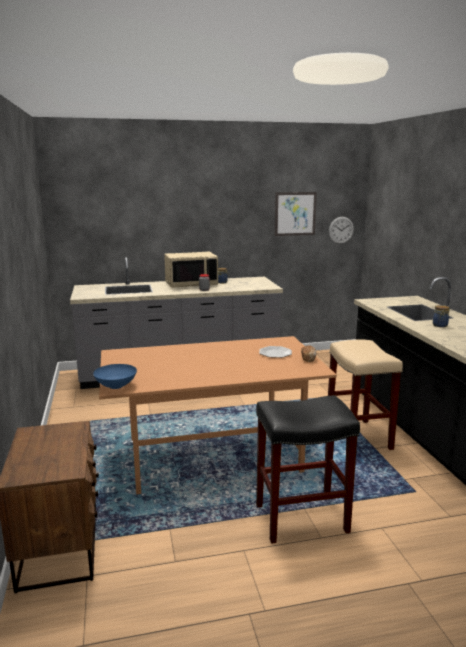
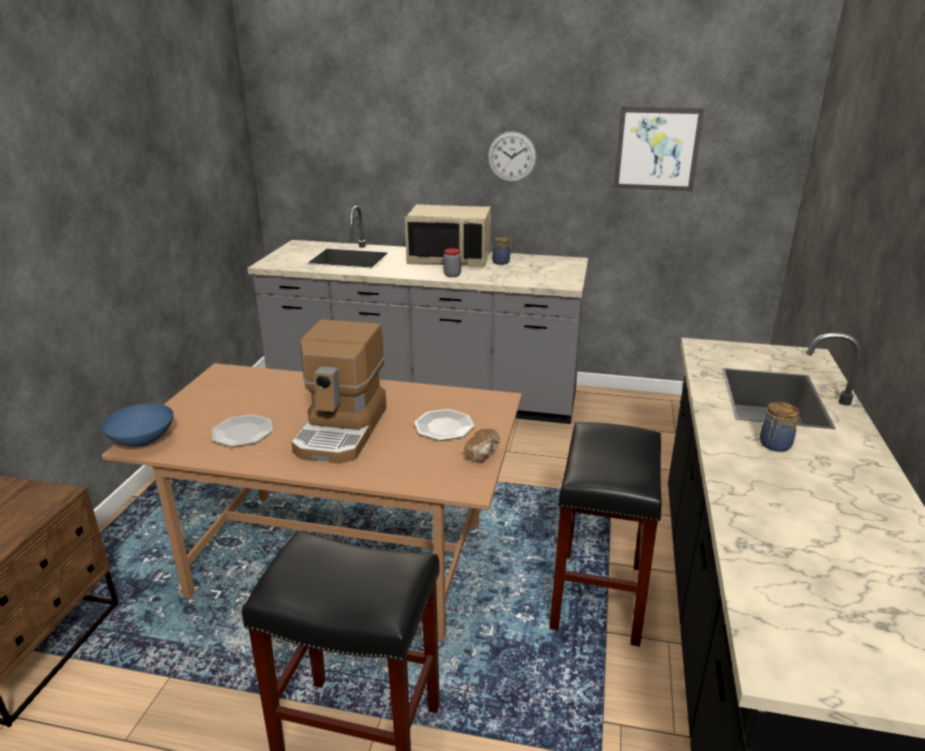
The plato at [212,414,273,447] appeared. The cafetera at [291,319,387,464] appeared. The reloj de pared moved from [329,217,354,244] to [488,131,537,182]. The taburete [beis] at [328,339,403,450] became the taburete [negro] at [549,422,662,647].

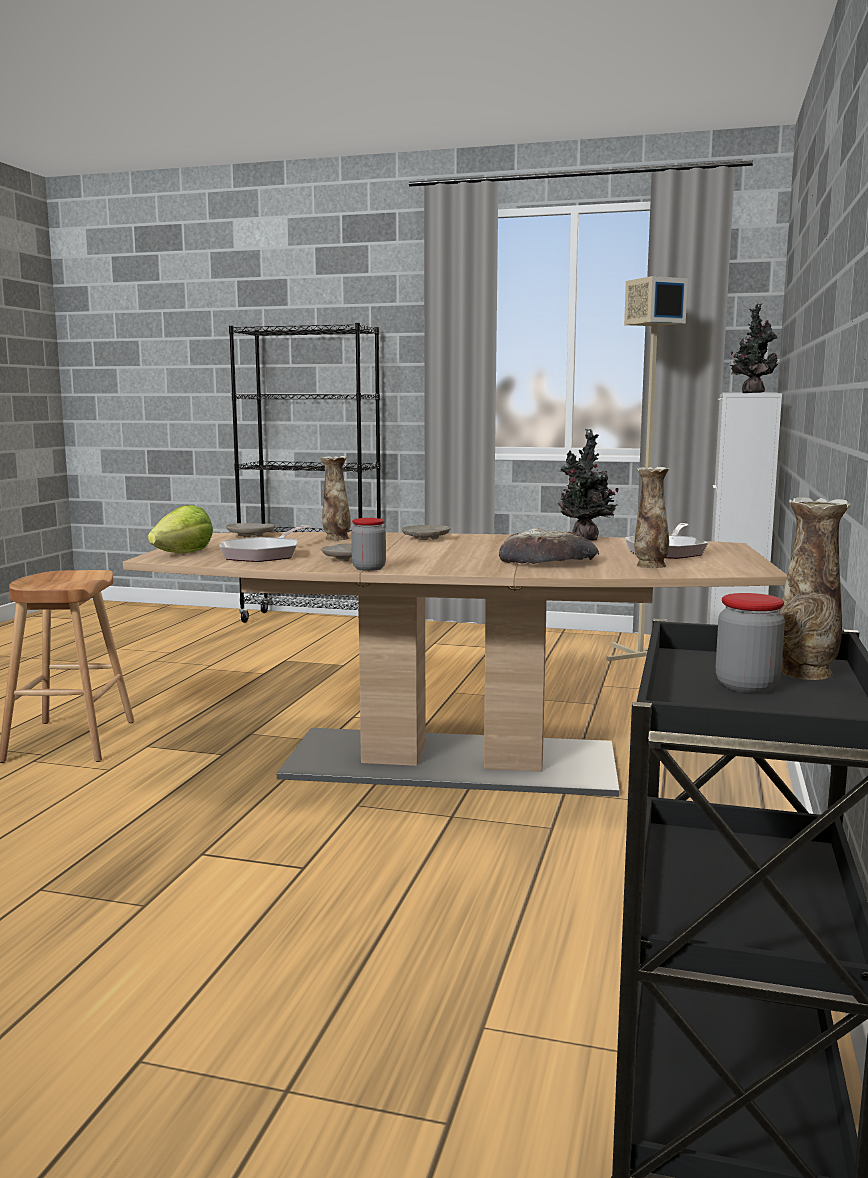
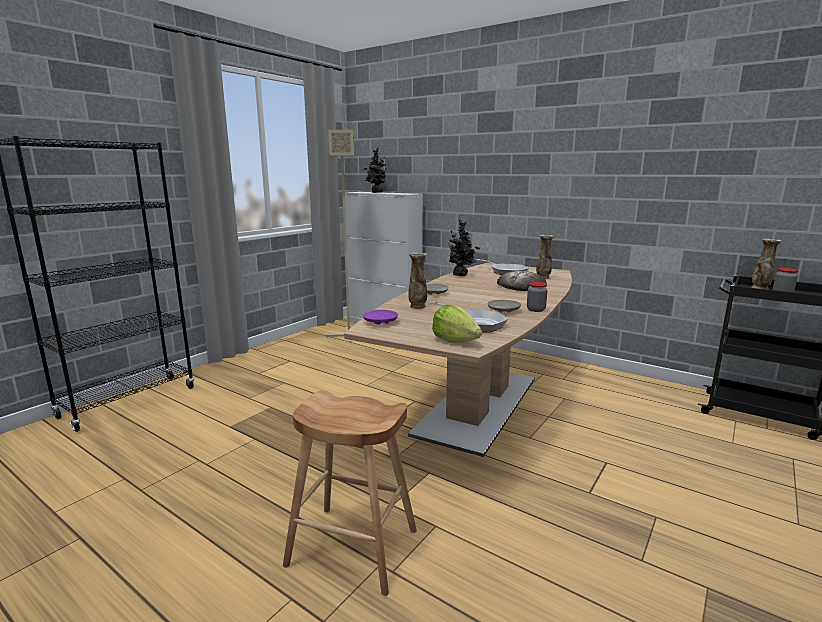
The plato [beis] at [226,523,274,537] became the plato [morado] at [363,310,398,324].

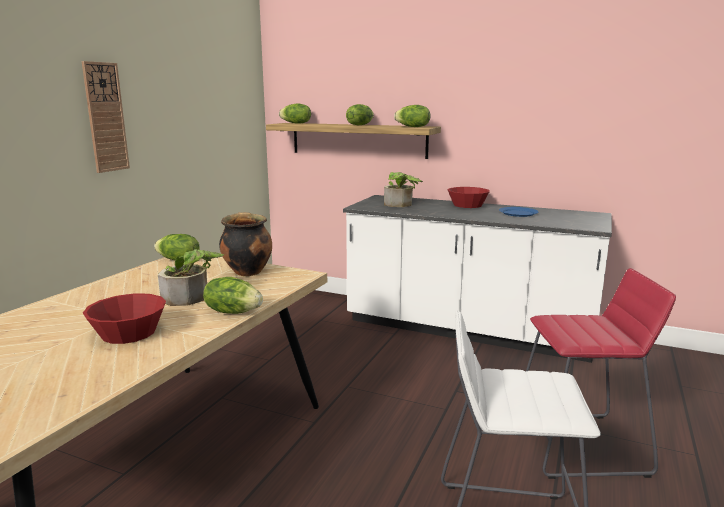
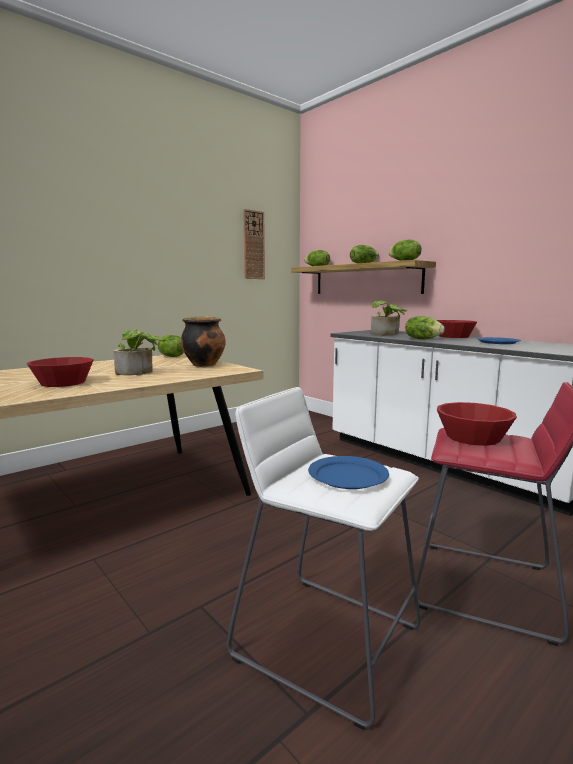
The plato [azul] at [308,456,389,489] appeared. The cuenco [rojo] at [437,402,517,446] appeared. The reloj de pared moved from [82,61,130,173] to [243,209,265,279]. The lechuga moved from [203,277,263,314] to [405,316,445,339].

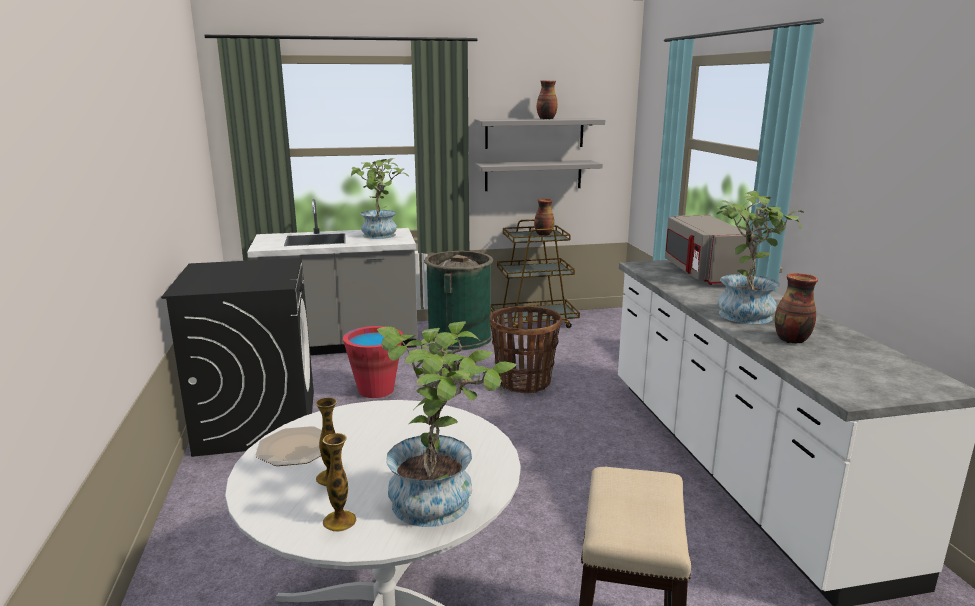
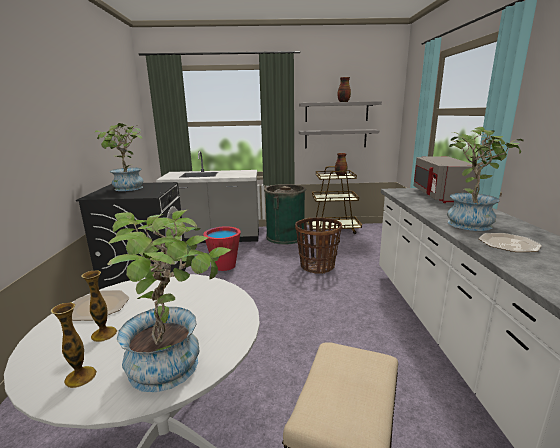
The planta en maceta moved from [351,158,409,239] to [95,123,143,191]. The florero at [775,273,818,344] was replaced by the plato at [478,233,542,252].

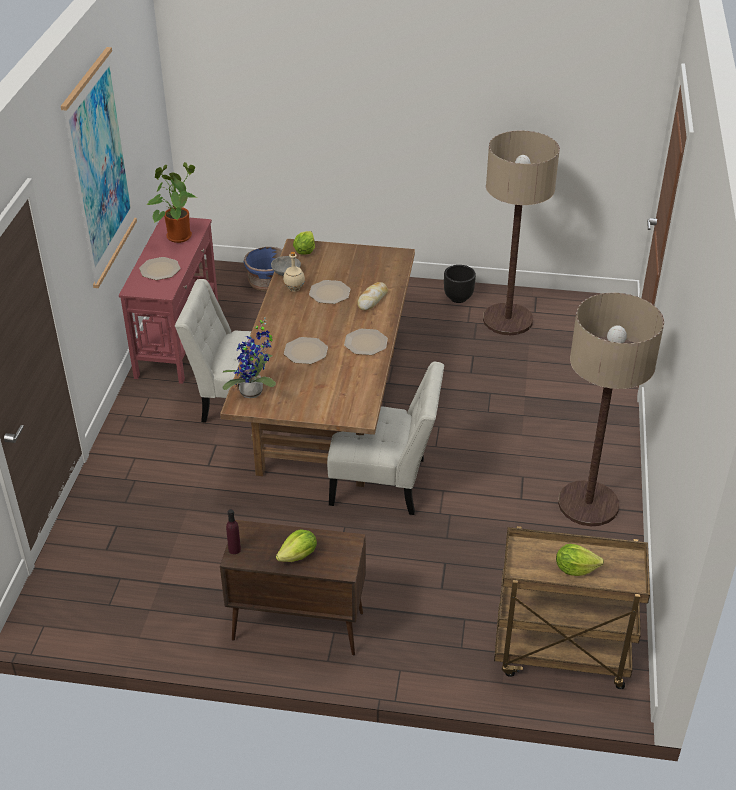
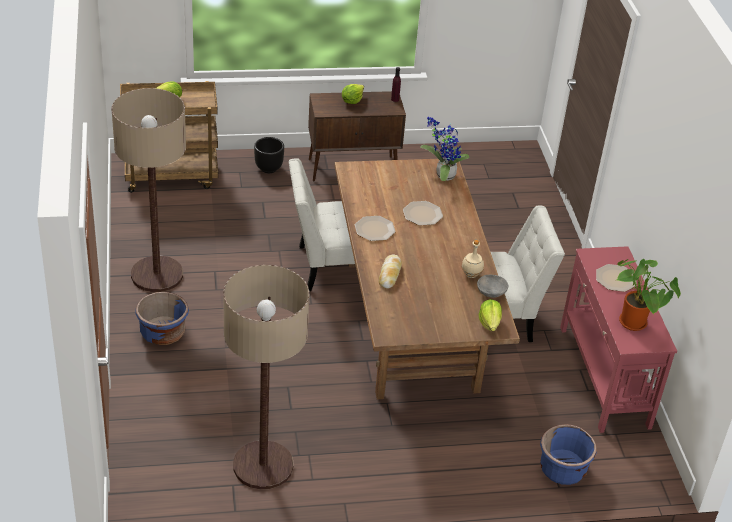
The cuadro at [61,47,137,288] disappeared. The plato at [309,280,350,304] disappeared. The maceta [azul] at [136,292,189,345] appeared. The maceta [negro] moved from [444,265,476,303] to [254,137,284,173].

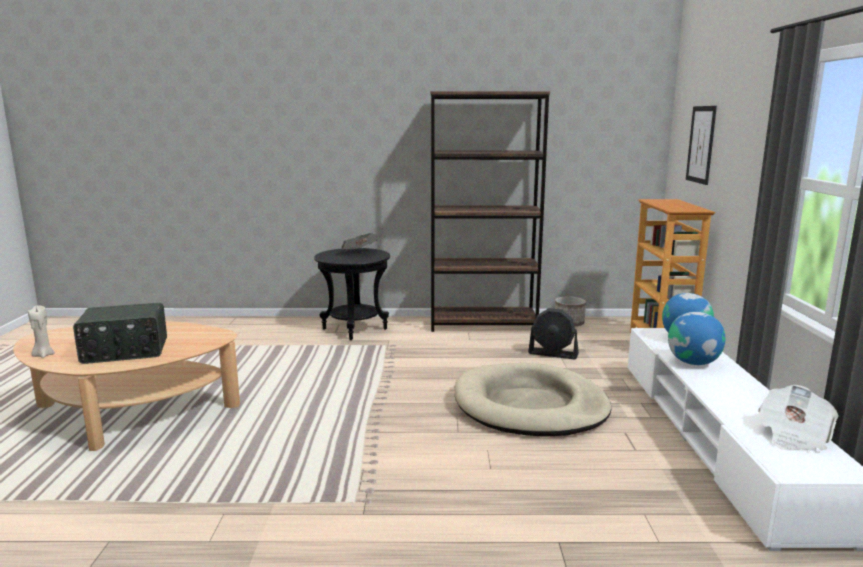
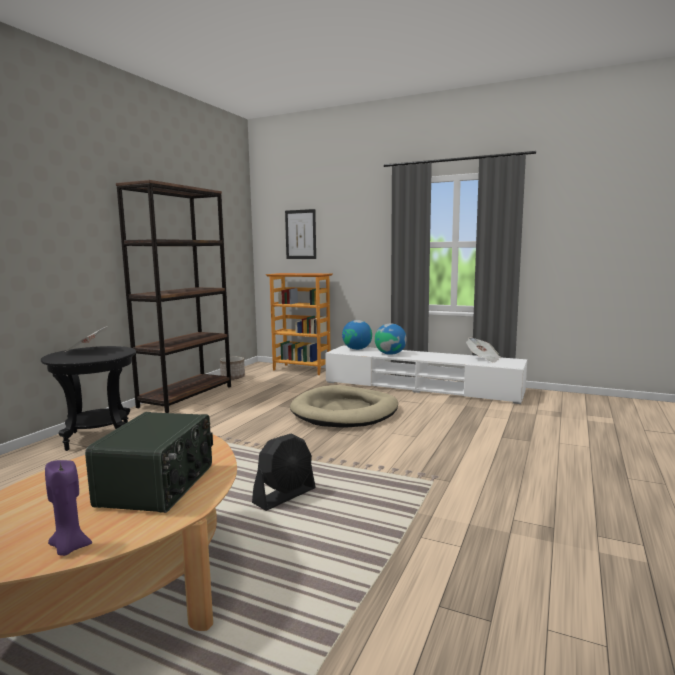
The ventilador [negro] moved from [528,308,579,359] to [252,433,315,511]. The vela [beis] at [28,305,55,358] became the vela [morado] at [45,460,92,556].

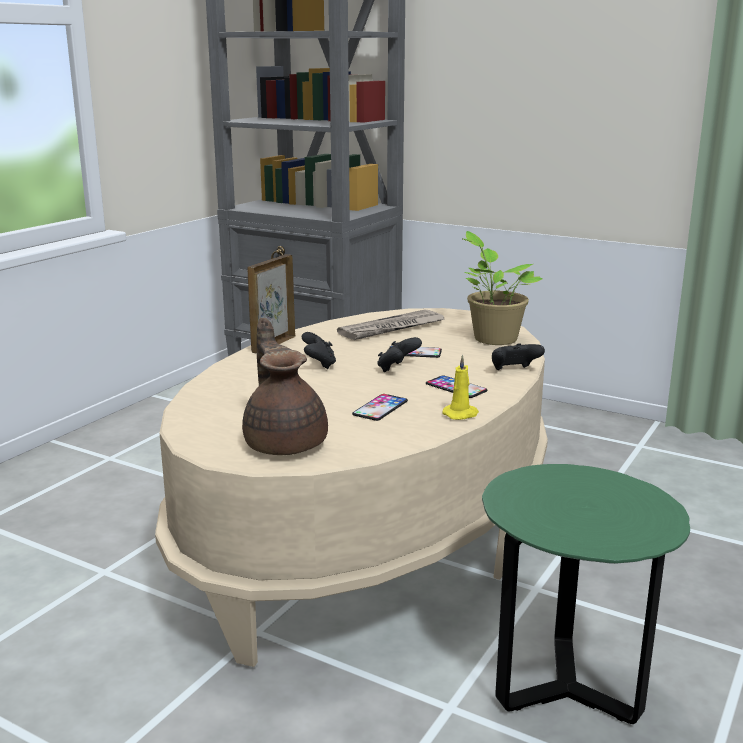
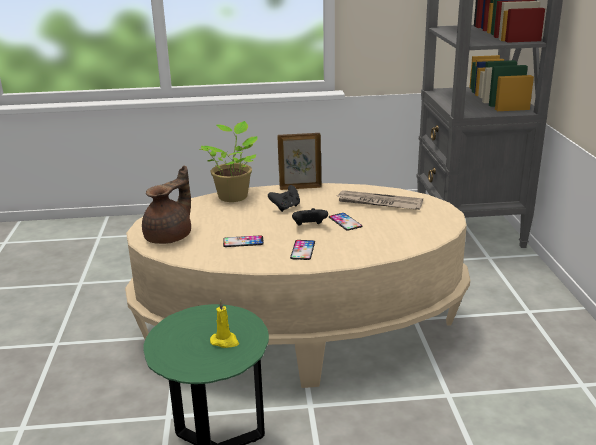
The mando de consola [negro] at [492,343,545,370] disappeared. The vela [amarillo] moved from [442,355,479,420] to [210,300,239,348]. The planta en maceta moved from [462,231,543,345] to [199,121,258,202].

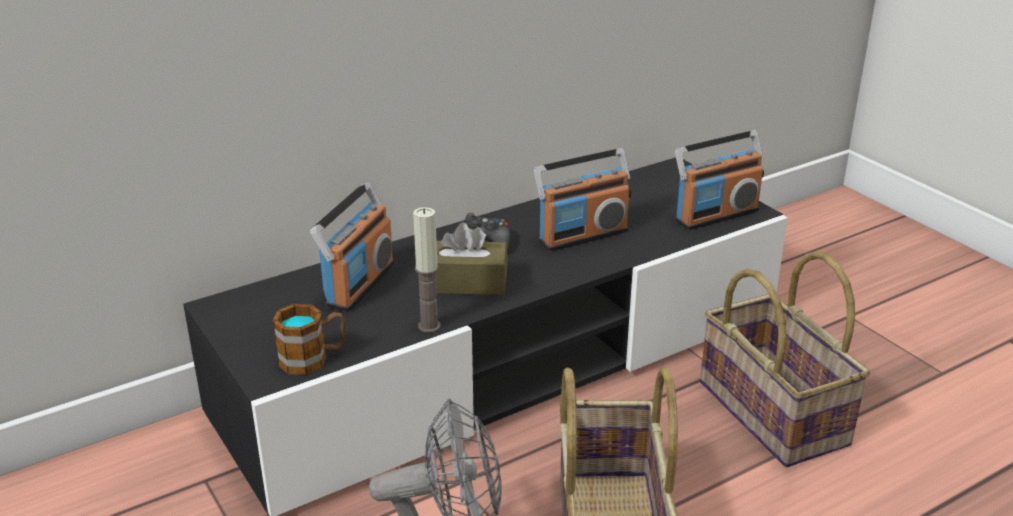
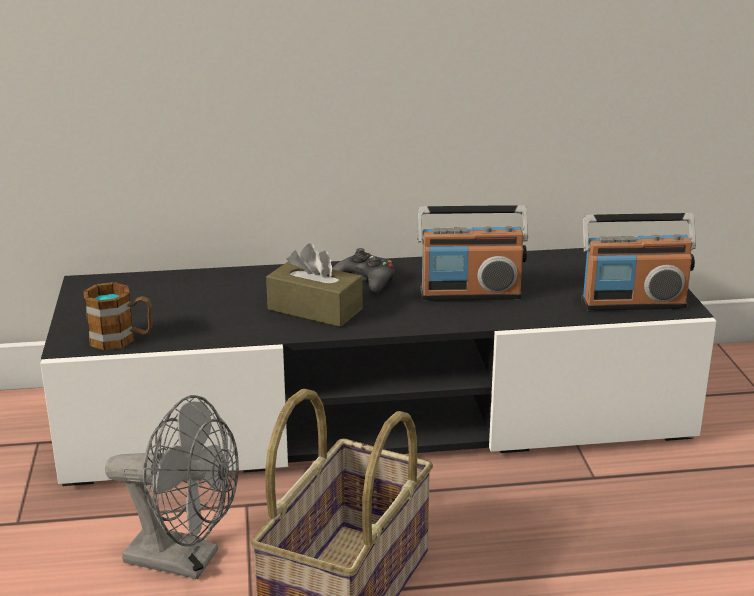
The radio at [310,182,394,312] disappeared. The vela at [413,207,441,333] disappeared. The cesta at [700,251,870,467] disappeared.

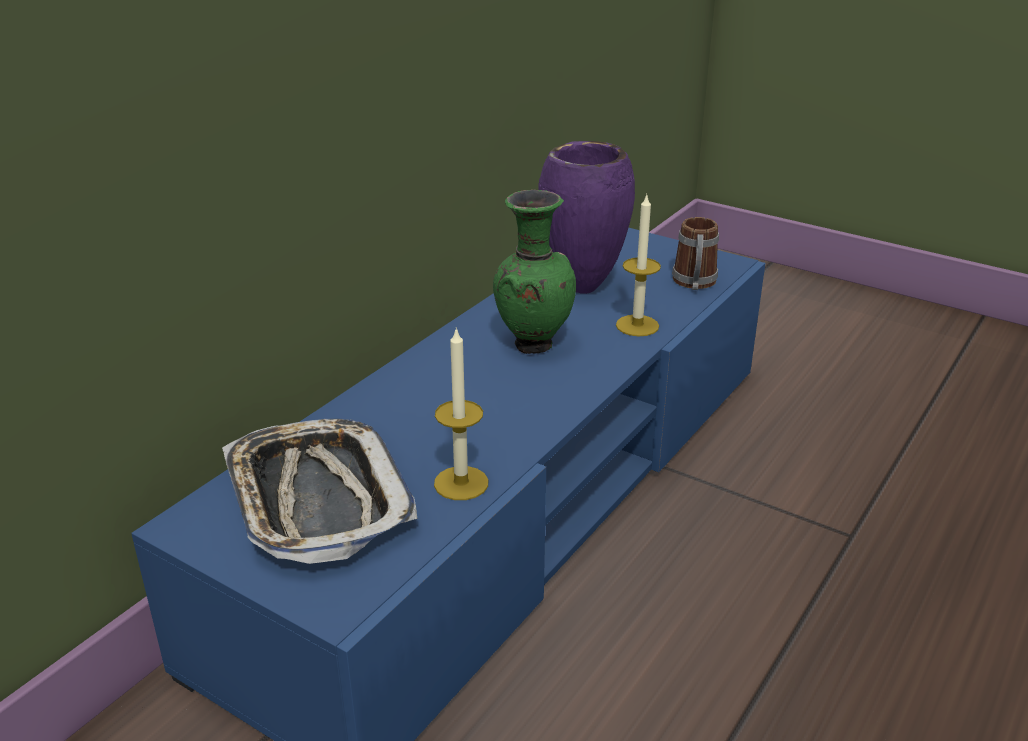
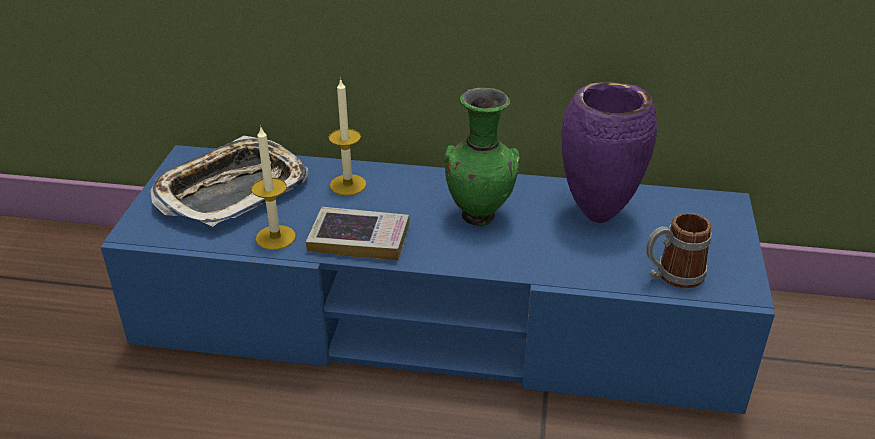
The libro at [306,207,410,261] appeared. The vela moved from [616,193,661,336] to [329,78,367,196].

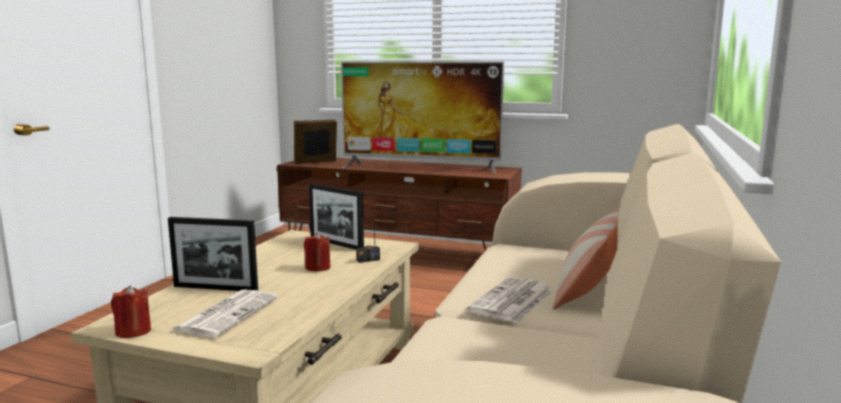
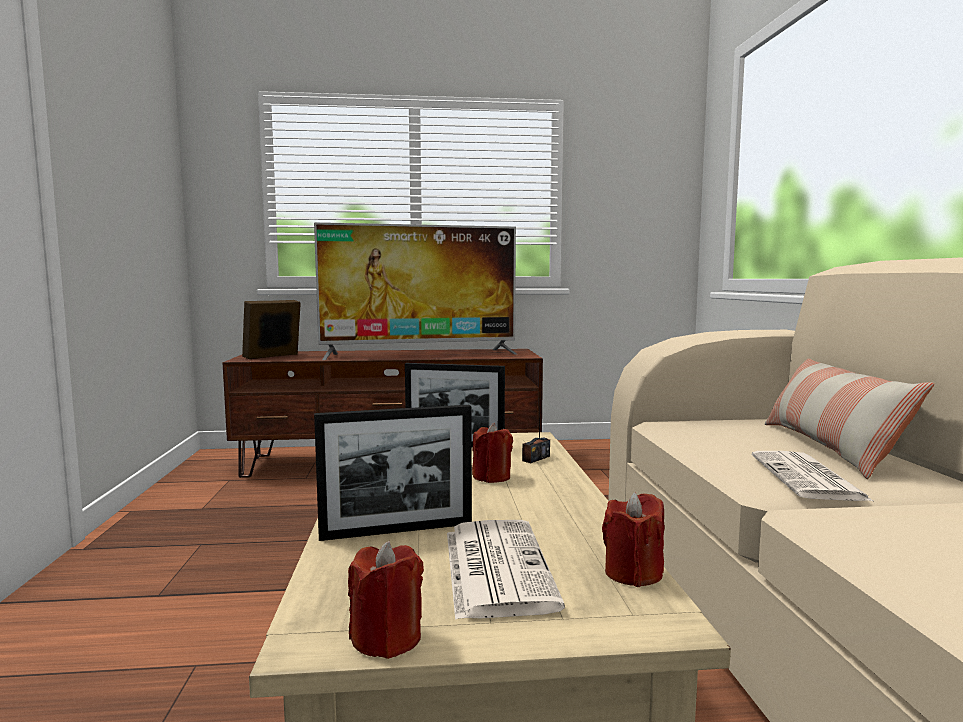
The vela [rojo] at [602,492,664,587] appeared.

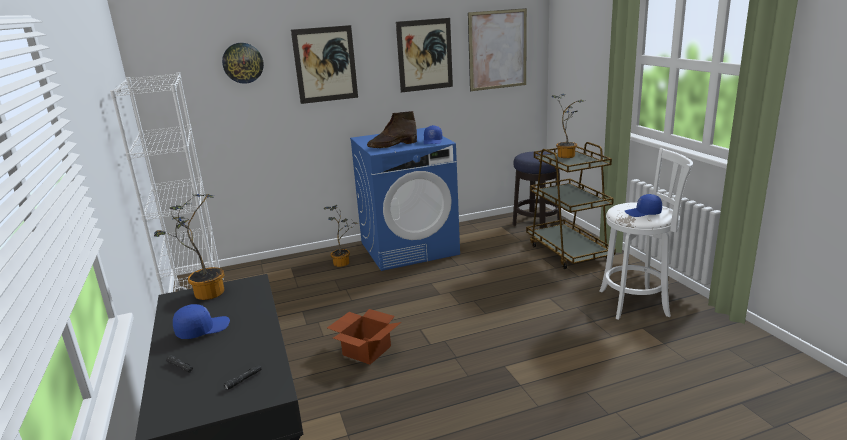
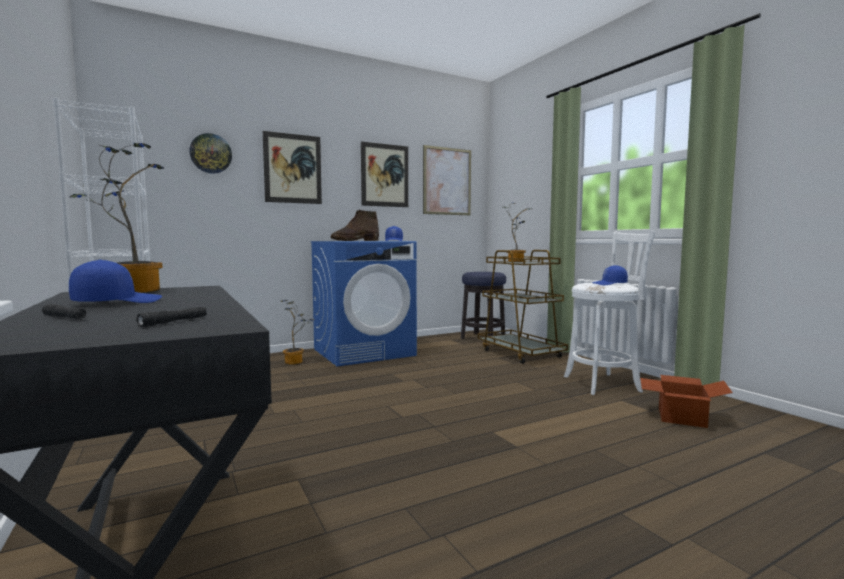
The caja de cartón moved from [327,309,401,365] to [640,375,733,428].

